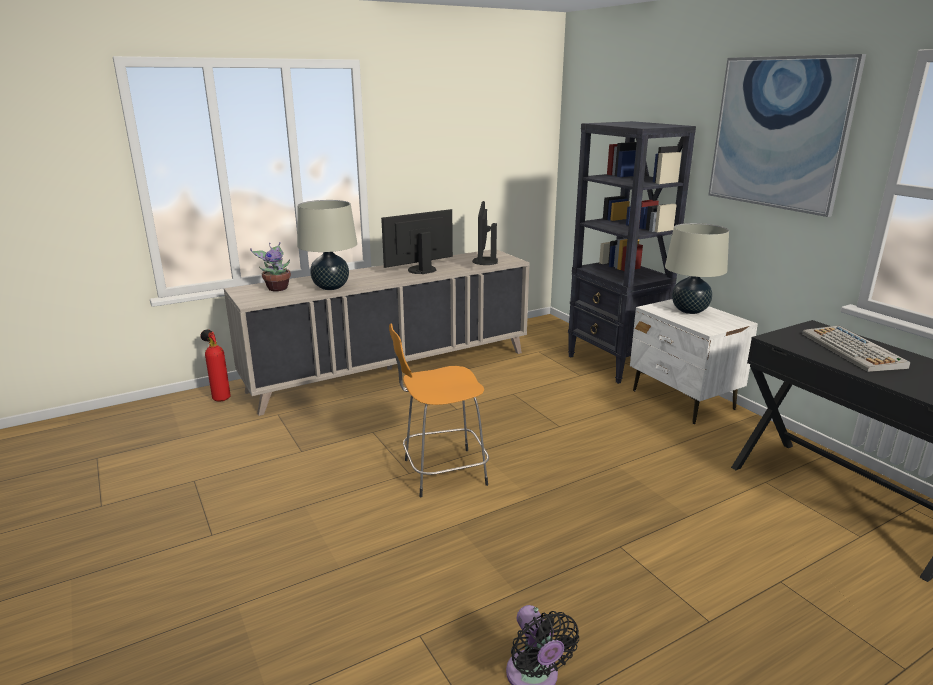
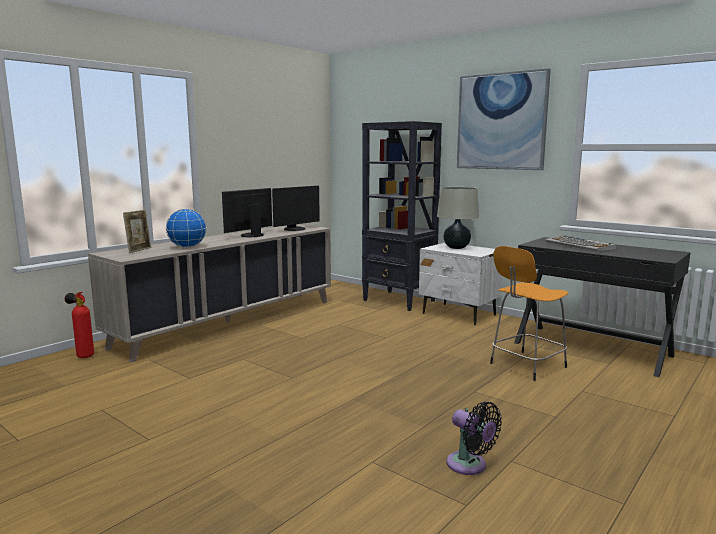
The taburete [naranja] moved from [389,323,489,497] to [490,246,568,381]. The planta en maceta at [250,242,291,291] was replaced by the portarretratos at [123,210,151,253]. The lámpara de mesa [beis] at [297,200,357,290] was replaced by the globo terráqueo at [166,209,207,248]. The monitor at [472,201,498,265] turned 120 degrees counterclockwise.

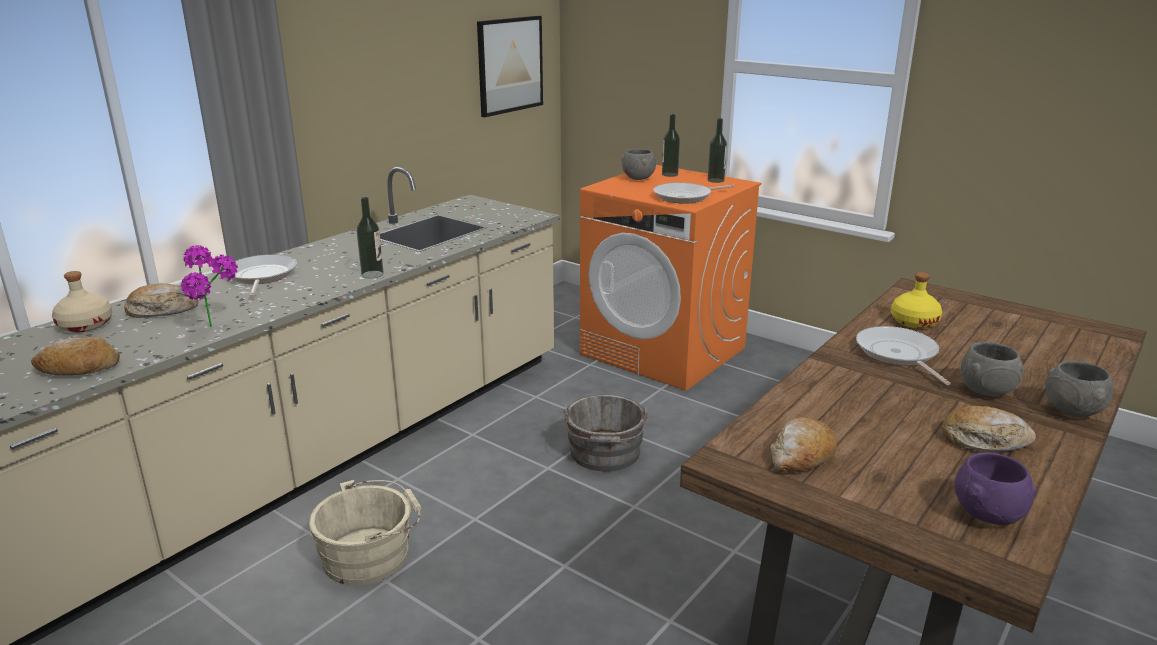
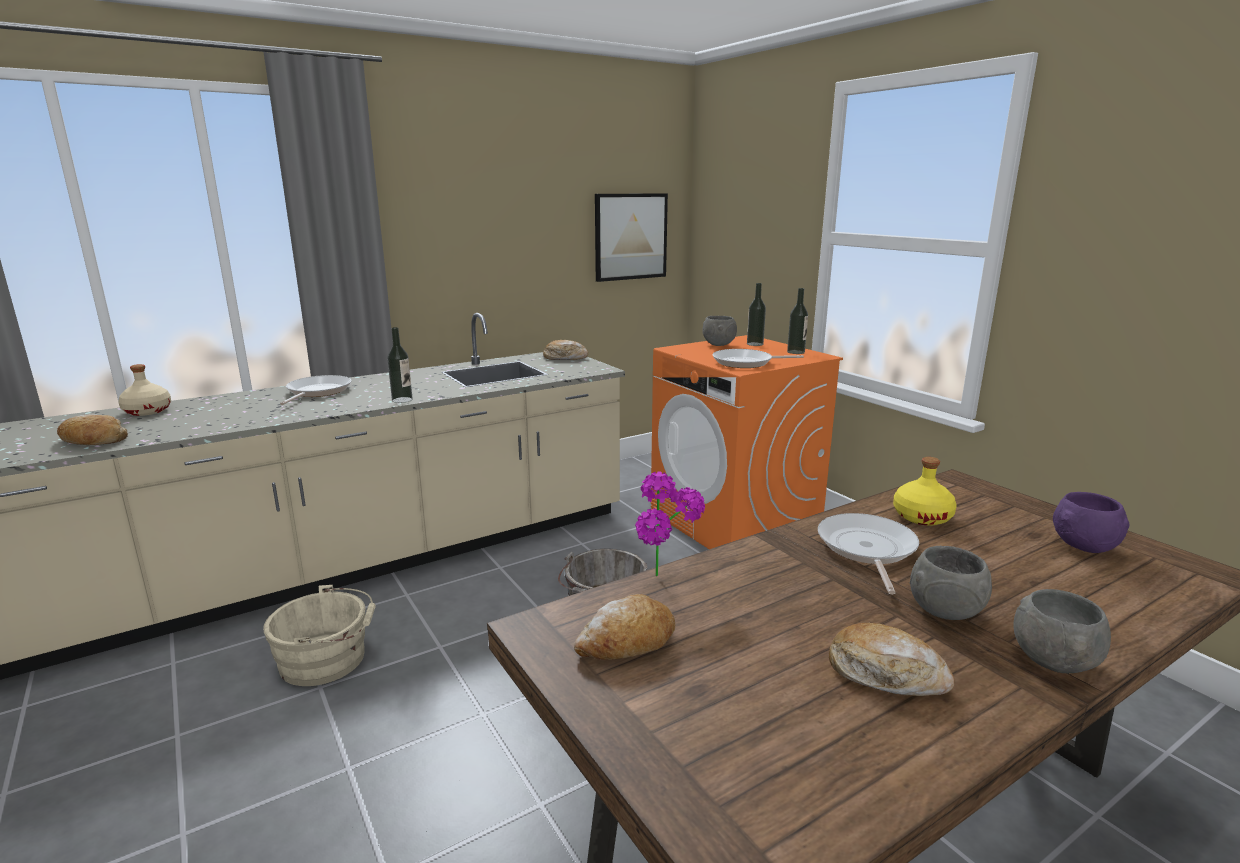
The pan moved from [124,283,198,318] to [543,340,588,360]. The planta en maceta moved from [181,245,238,327] to [635,471,705,576]. The cuenco [morado] moved from [954,452,1037,525] to [1053,492,1129,553].

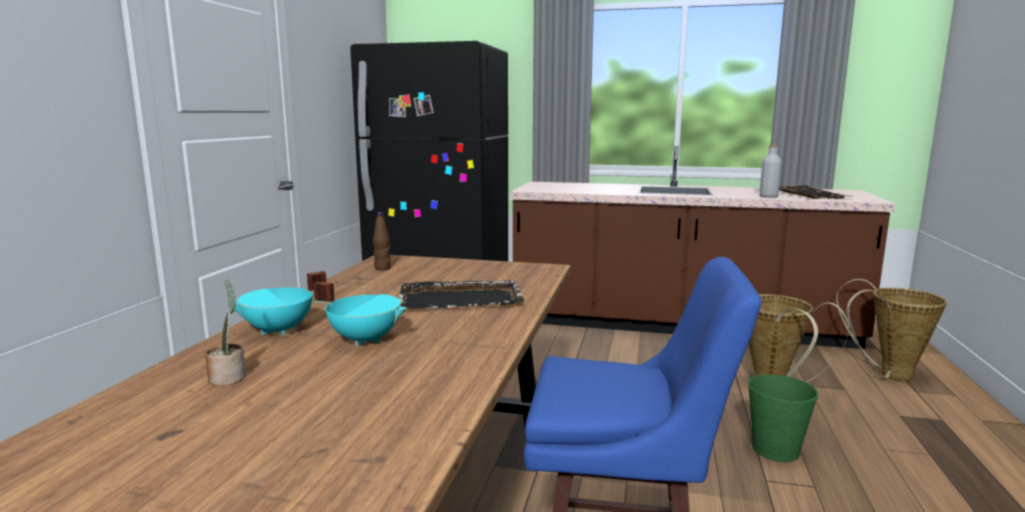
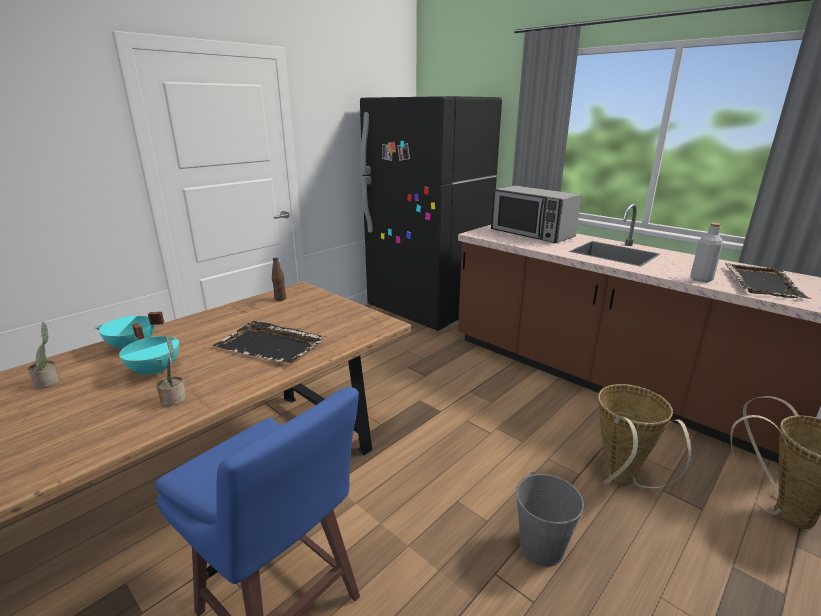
The planta en maceta at [156,335,186,407] appeared. The microondas at [491,185,582,243] appeared. The cubo [verde] at [748,374,819,462] became the cubo [gris] at [516,472,584,566].

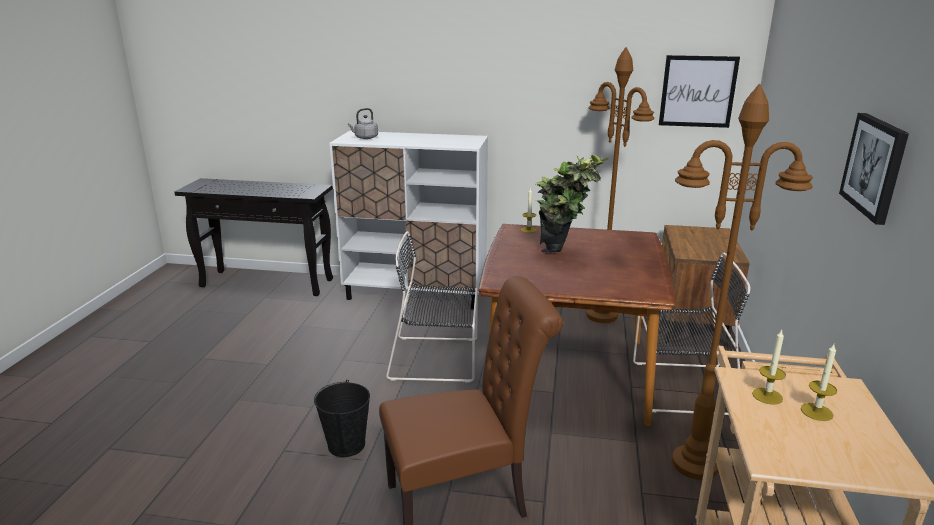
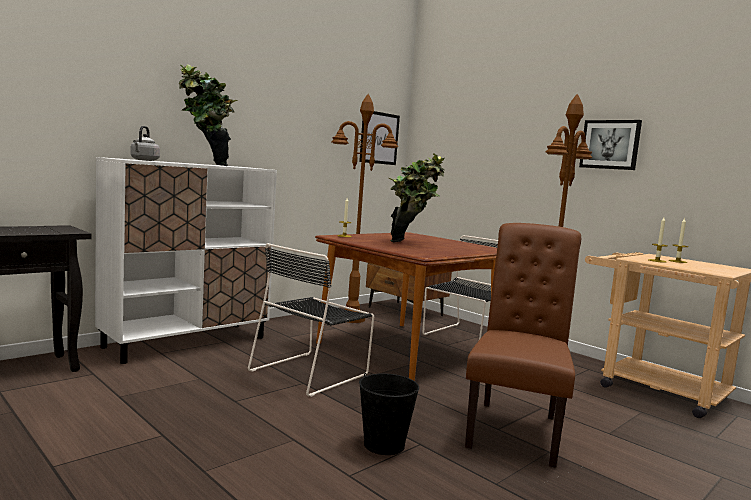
The planta en maceta at [179,64,238,166] appeared.

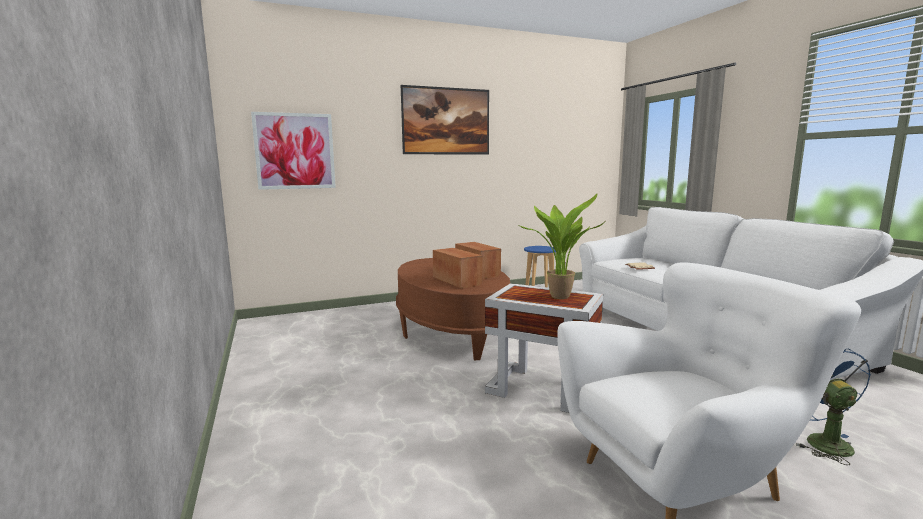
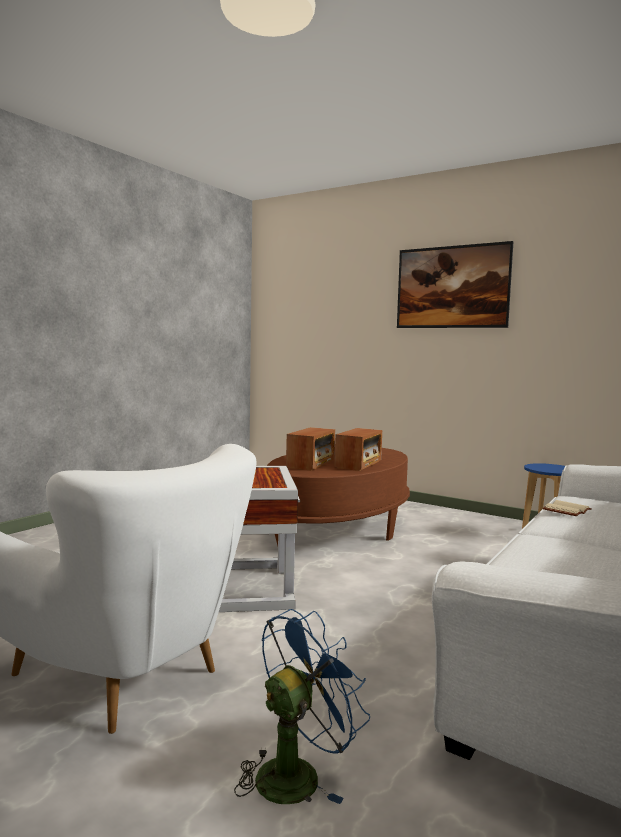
The cuadro at [251,112,336,190] disappeared. The planta en maceta at [516,194,605,299] disappeared.

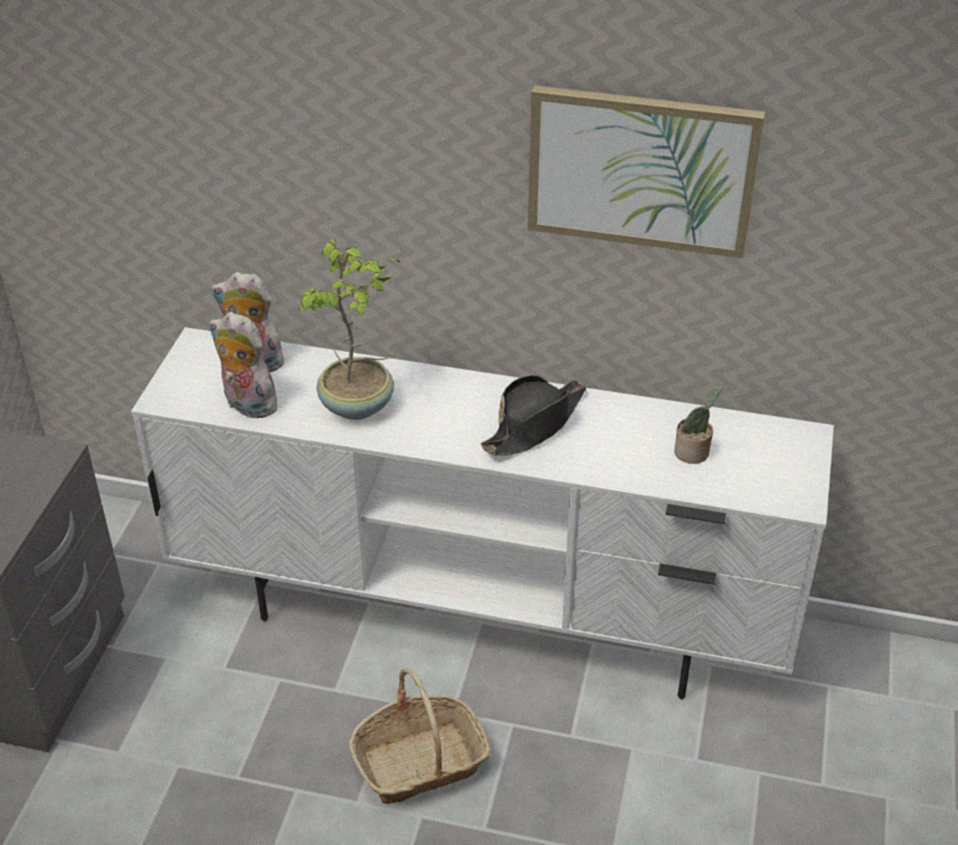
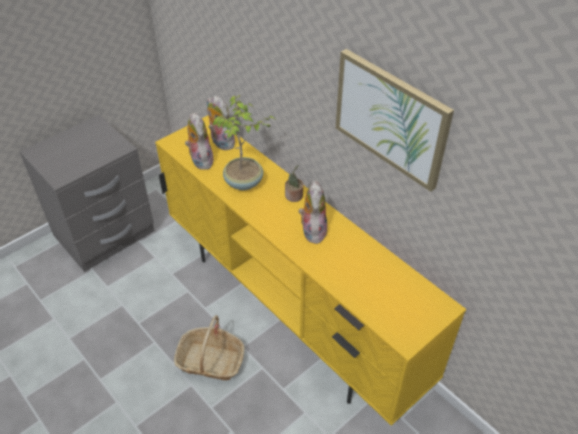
The planta en maceta moved from [674,384,722,464] to [285,165,304,202]. The sombrero [negro] at [481,375,586,456] was replaced by the peluche at [299,180,327,244]. The mueble de televisión [blanco] at [131,327,834,699] became the mueble de televisión [amarillo] at [155,115,466,426].

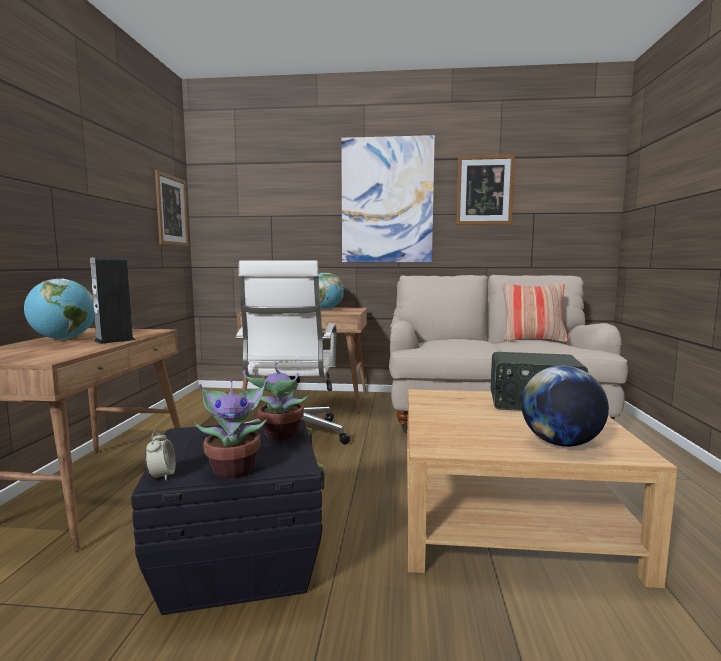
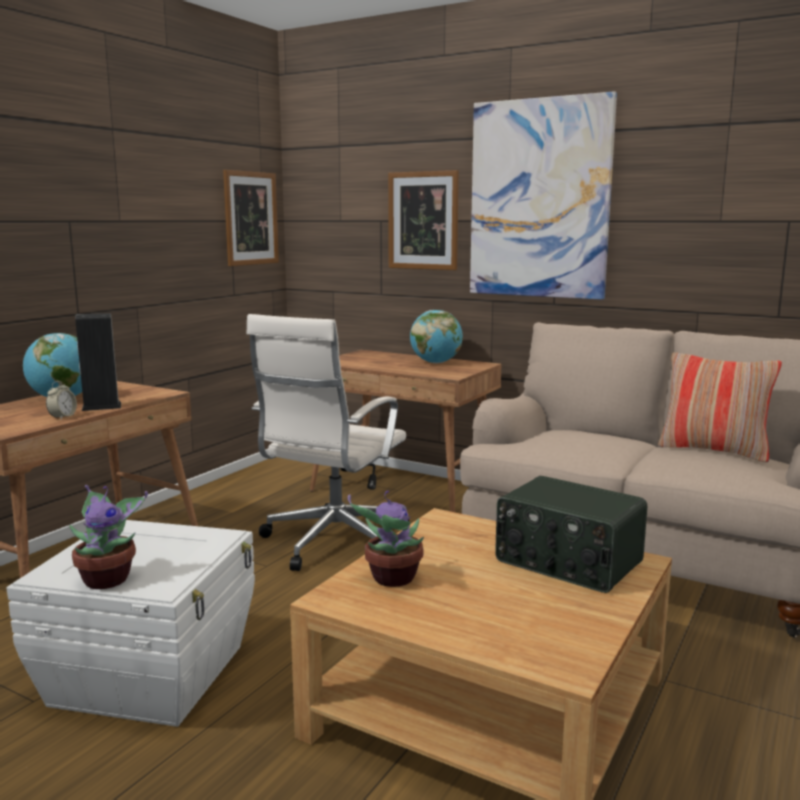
The globo terráqueo at [521,366,609,447] disappeared. The despertador moved from [145,430,176,480] to [46,381,77,419]. The planta en maceta moved from [243,363,308,440] to [348,491,424,587]. The cuadro moved from [456,154,515,225] to [388,170,459,270]. The caja de almacenaje [negro] at [131,420,325,615] became the caja de almacenaje [blanco] at [6,520,255,727].

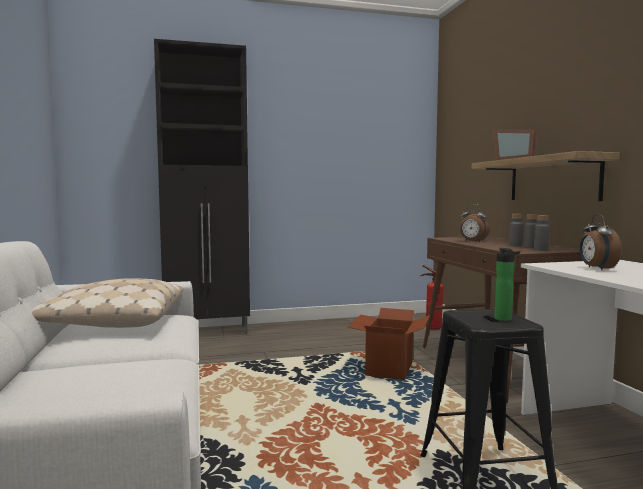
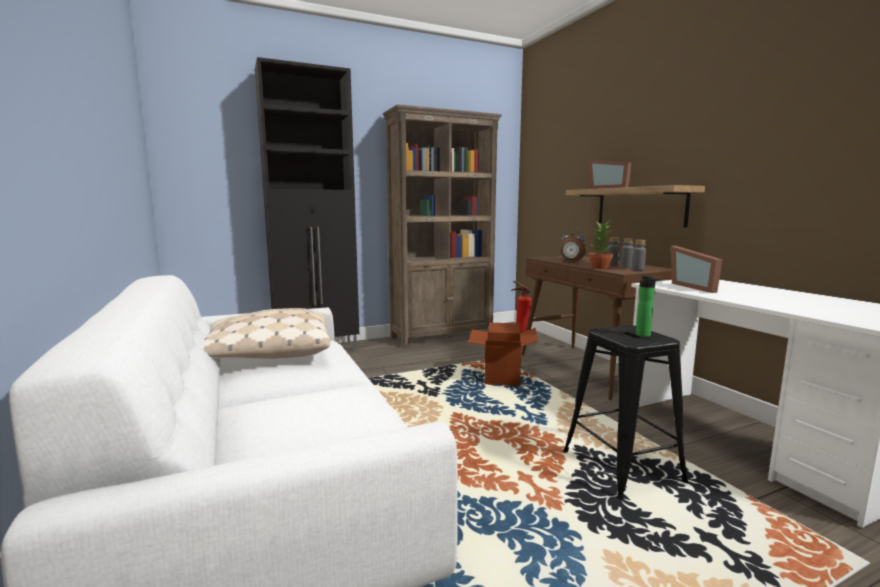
The estantería [marrón] at [383,104,502,348] appeared. The planta en maceta at [589,221,613,269] appeared. The despertador at [580,214,621,270] was replaced by the portarretratos at [671,246,722,293].

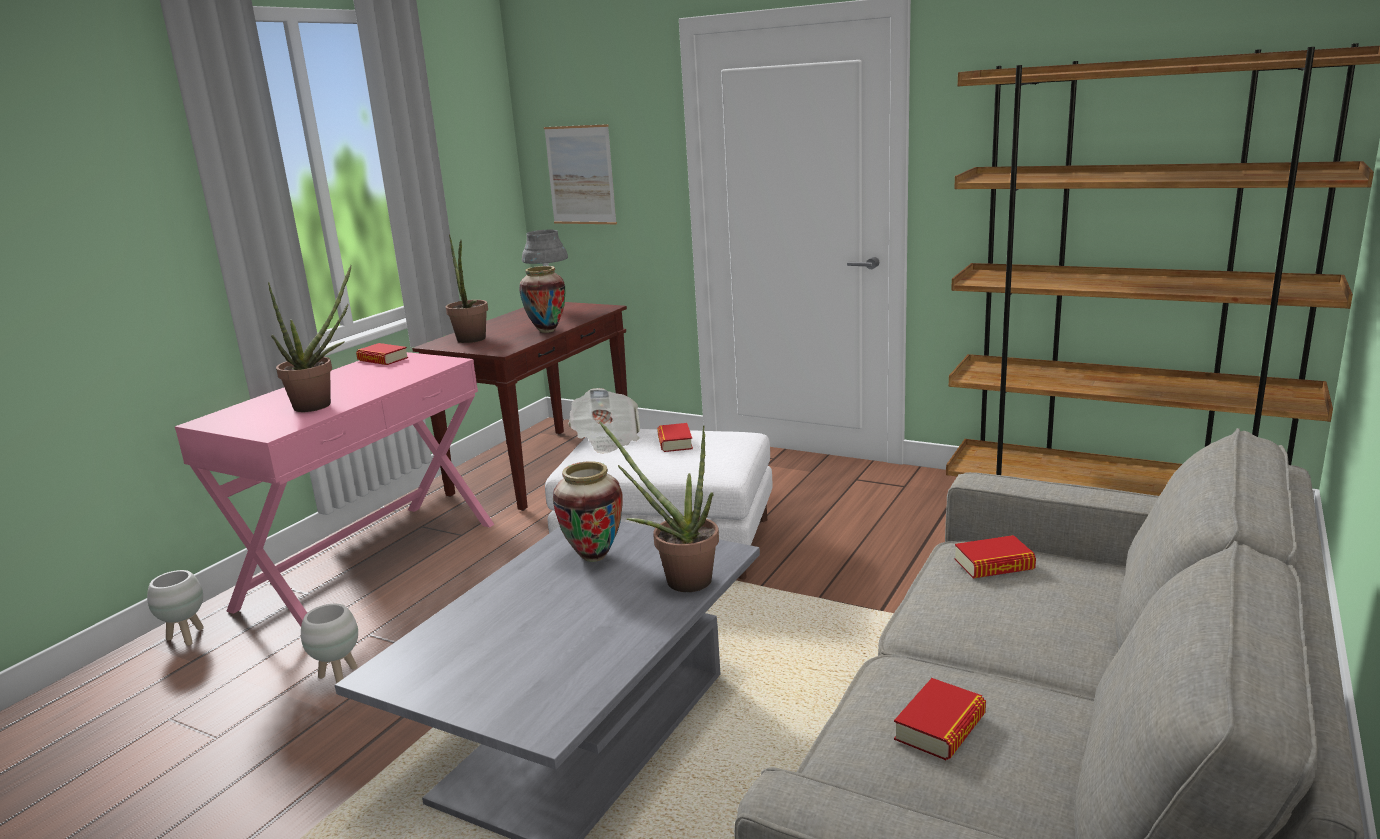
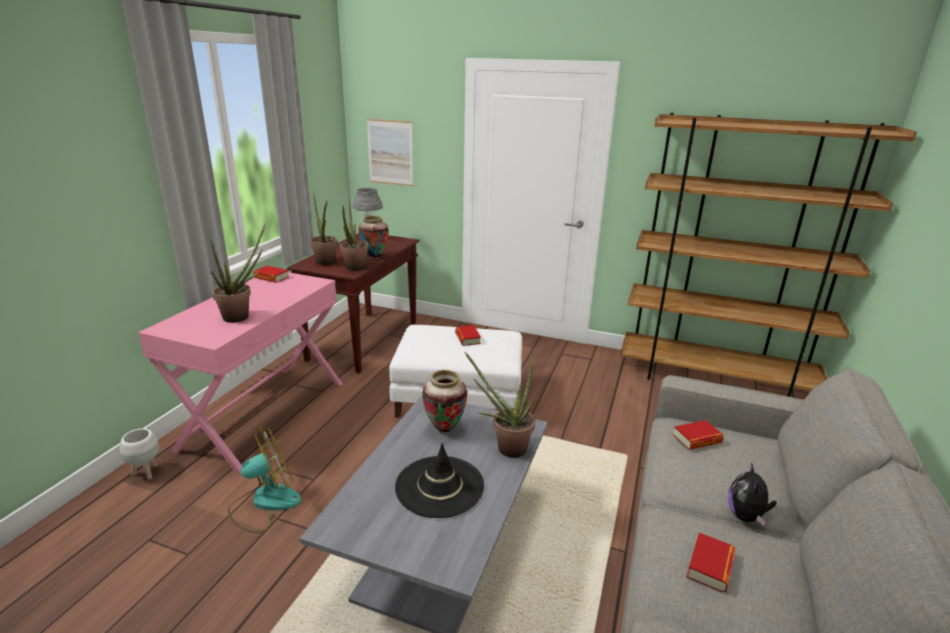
The periódico at [568,388,640,454] disappeared. The planta en maceta at [340,199,368,271] appeared. The sombrero [negro] at [395,443,484,518] appeared. The peluche at [728,462,777,526] appeared. The maceta [blanco] at [301,604,358,683] was replaced by the ventilador at [228,428,301,533].

